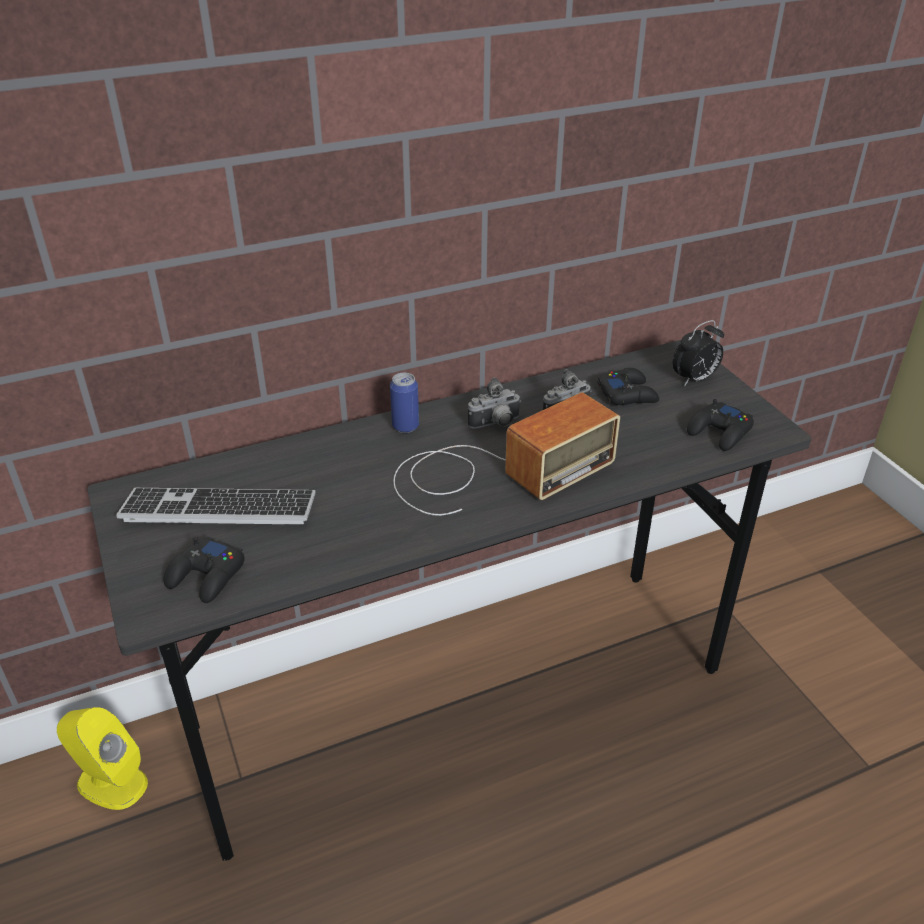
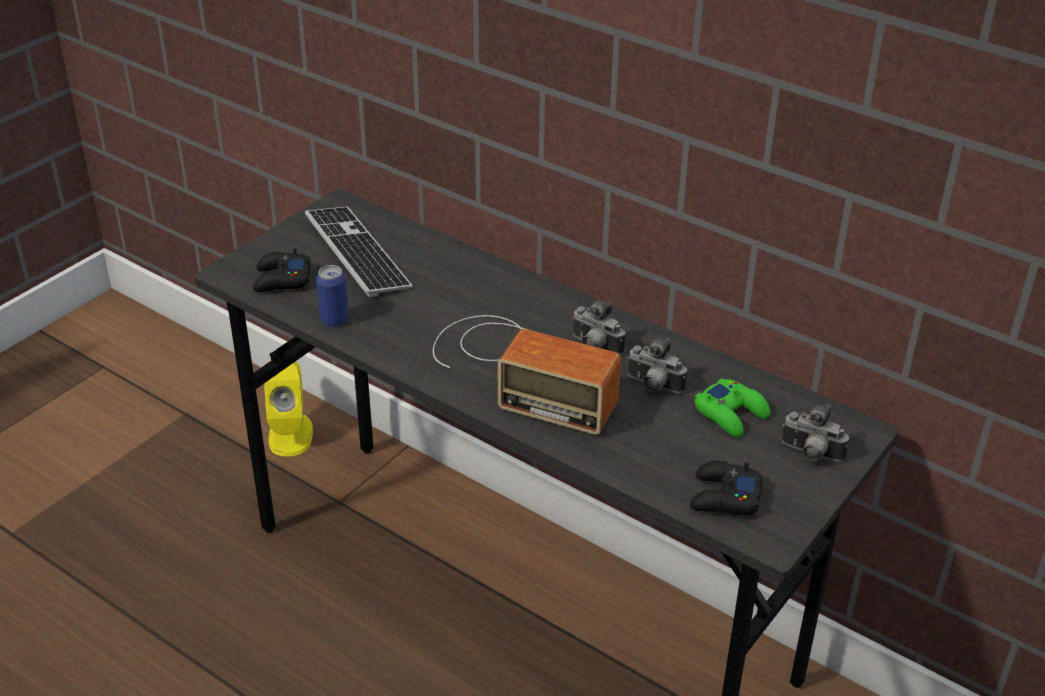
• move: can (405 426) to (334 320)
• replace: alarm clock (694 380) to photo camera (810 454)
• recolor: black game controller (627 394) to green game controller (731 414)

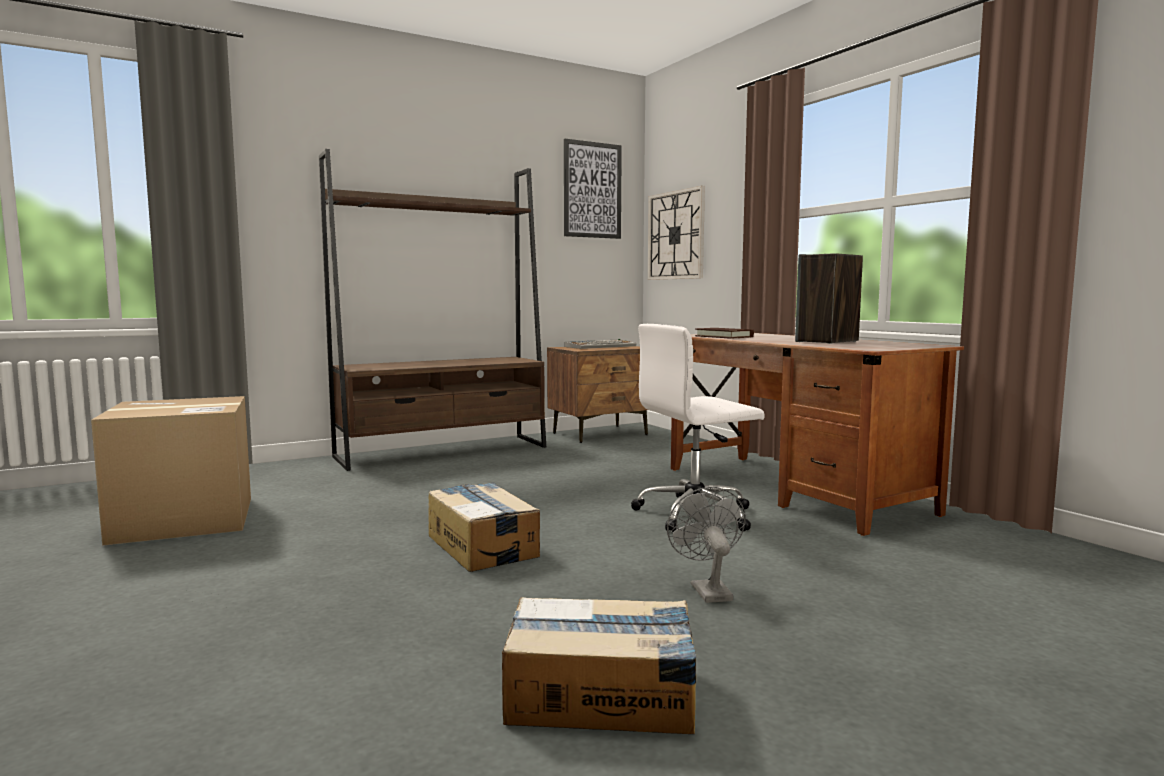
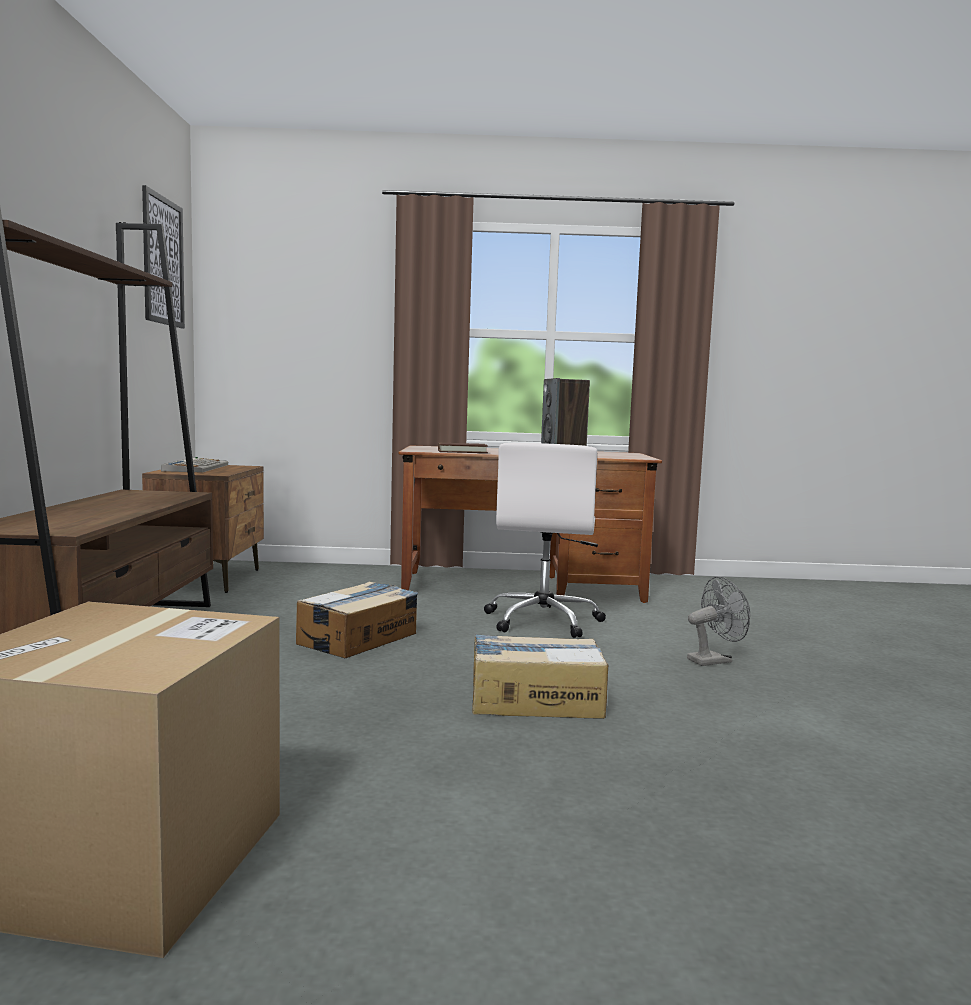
• delete: wall clock (676 235)
• move: cardboard box (602 695) to (359 638)
• rotate: grey fan (707 589) = (714 660) 135 degrees clockwise

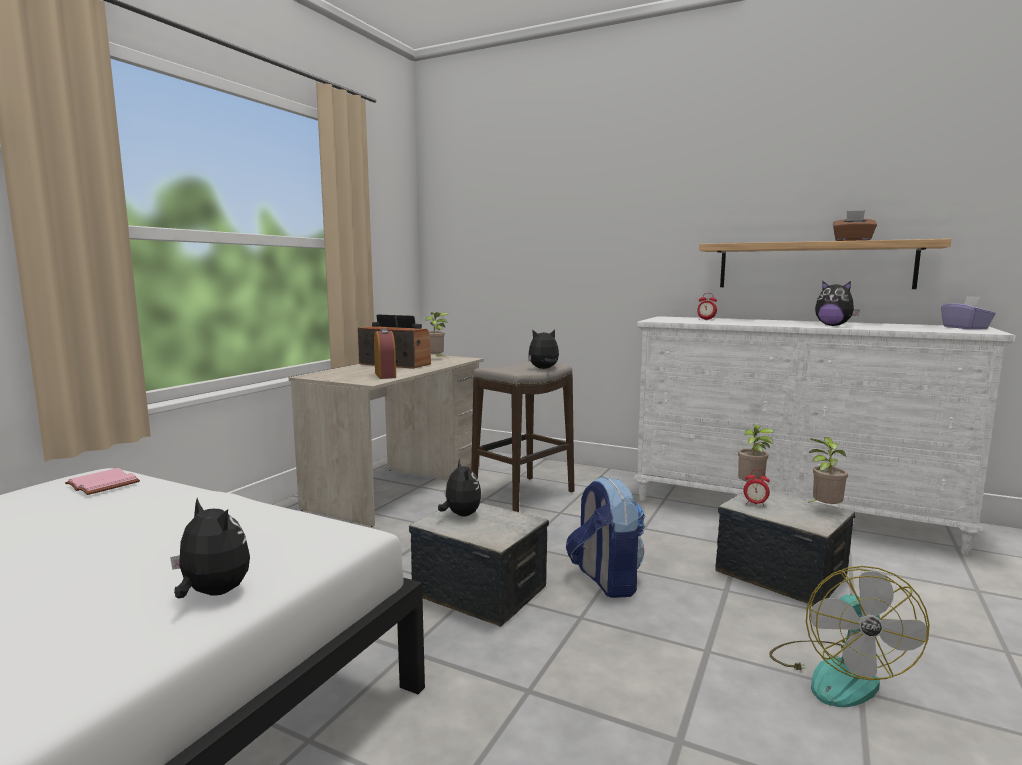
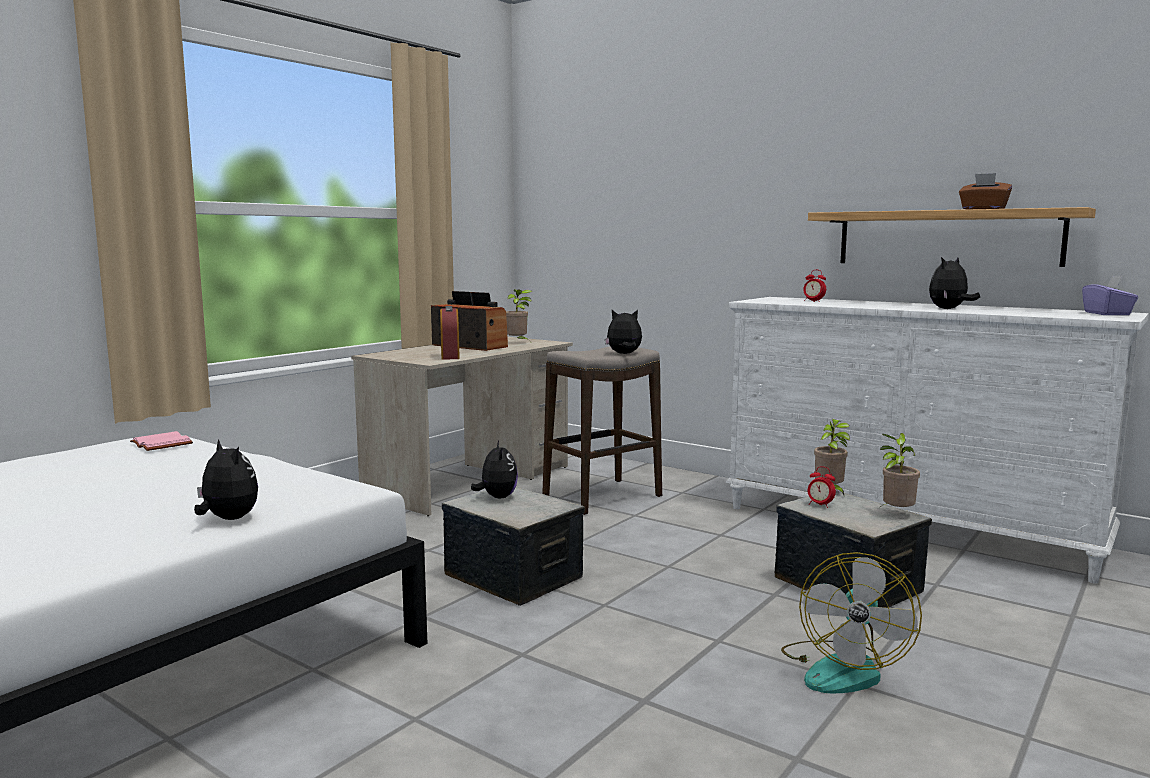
• delete: backpack (605 580)
• rotate: plush toy (833 325) = (949 309) 90 degrees clockwise

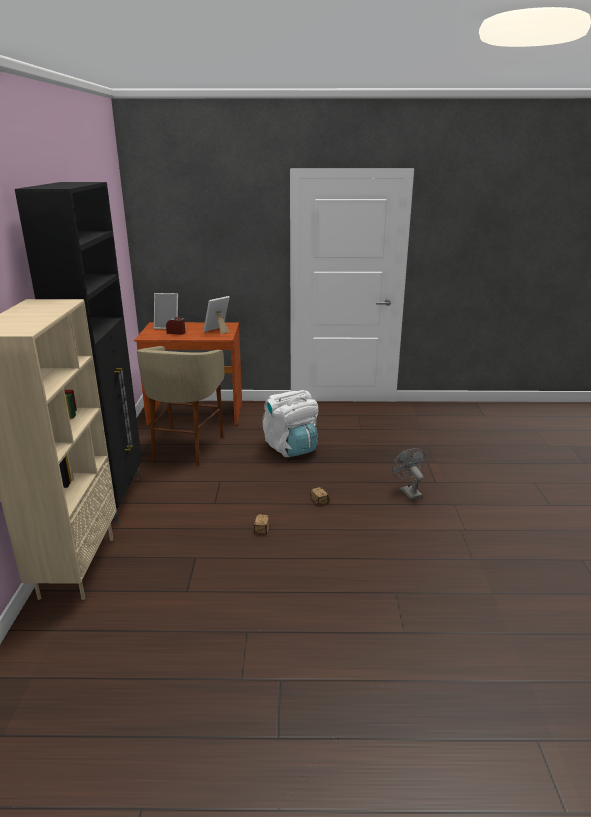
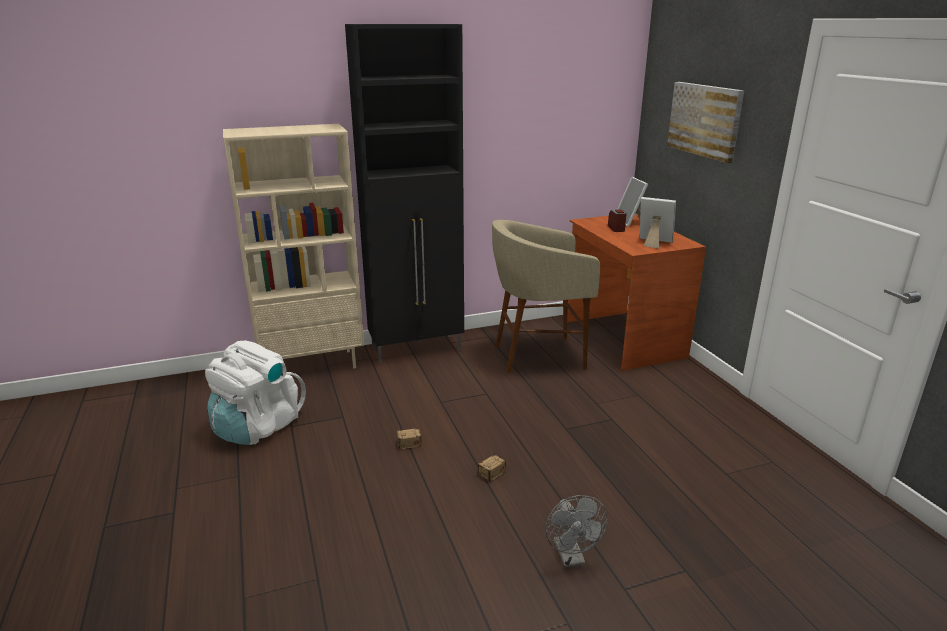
• insert: picture (705 120)
• move: white backpack (291 447) to (257 427)
• rotate: grey fan (408 491) = (571 557) 120 degrees clockwise

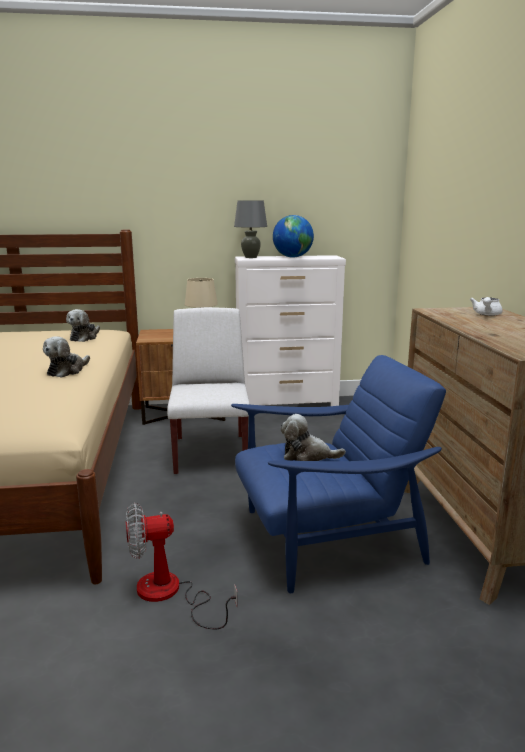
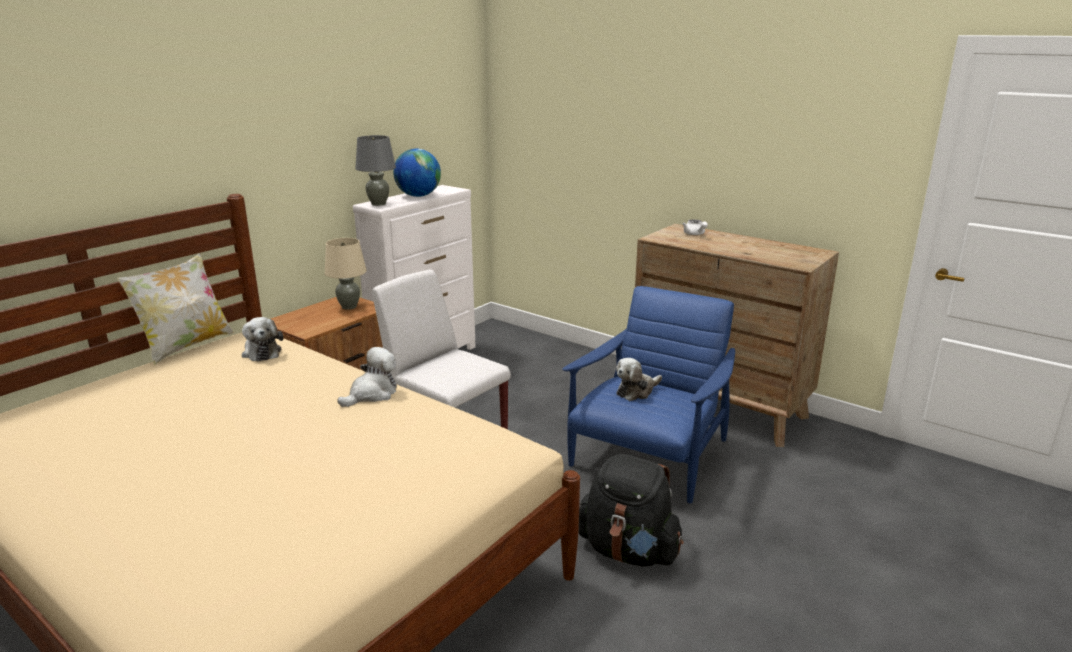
• insert: pillow (186 346)
• replace: fan (170 594) to black backpack (628 551)
• rotate: plush toy (67 371) = (372 394) 120 degrees counterclockwise

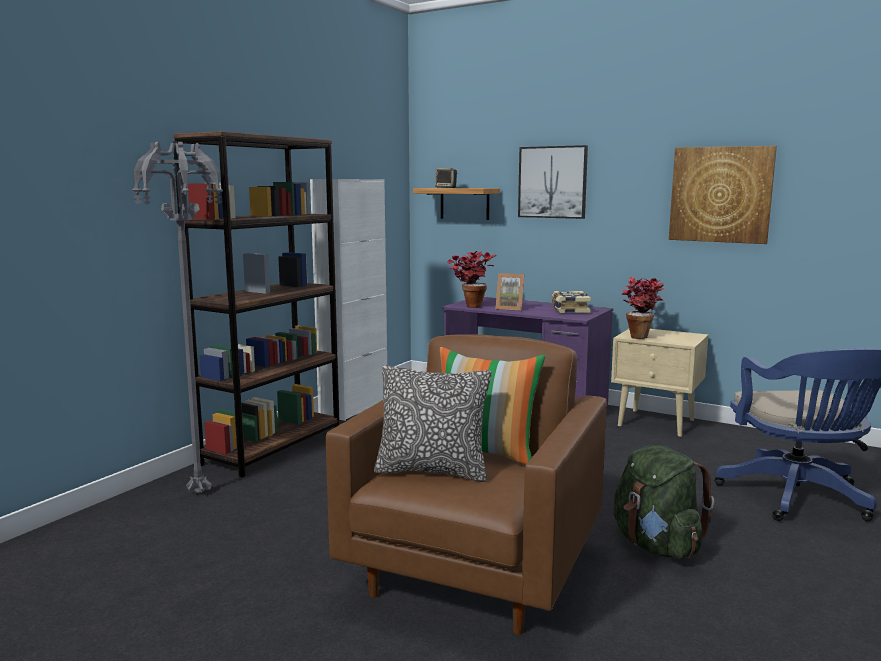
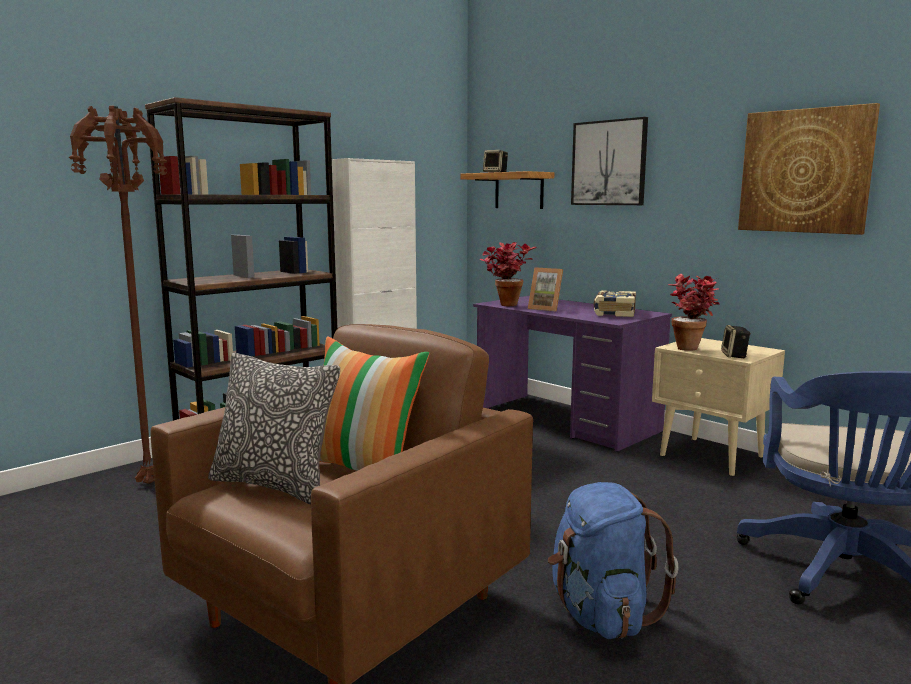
• insert: speaker (734 355)
• recolor: grey floor lamp (201 493) to brown floor lamp (151 484)
• recolor: green backpack (657 546) to blue backpack (601 615)

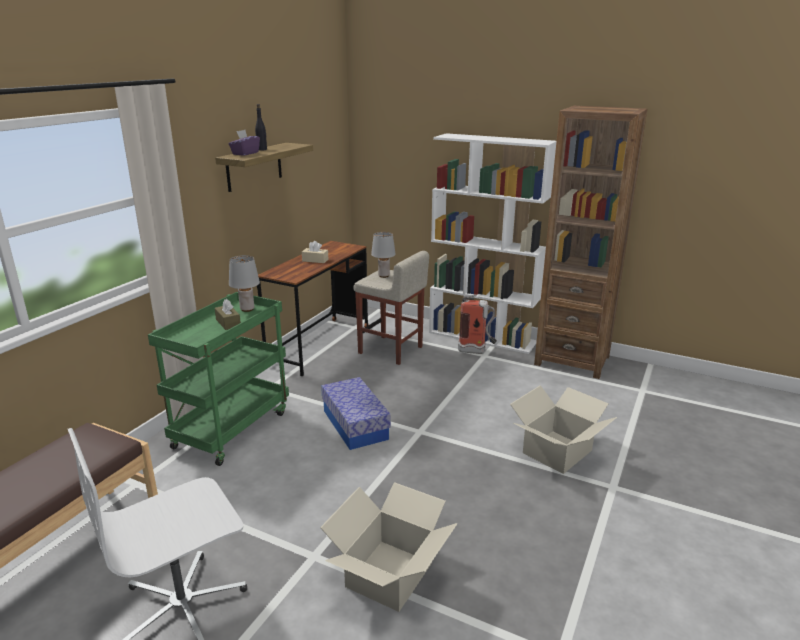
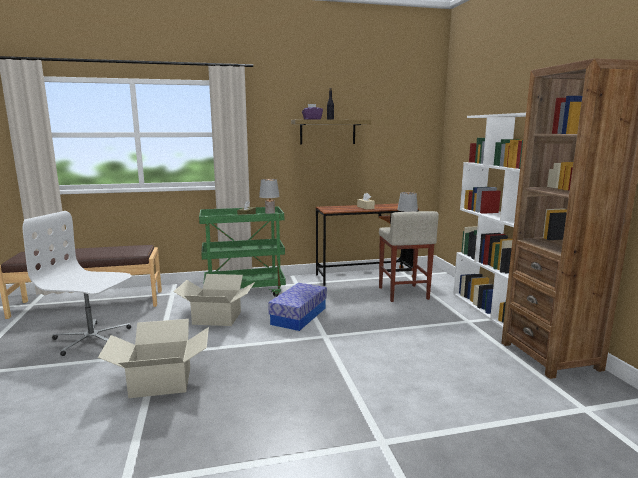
• delete: fire extinguisher (477 351)
• move: cardboard box (558 452) to (217 318)

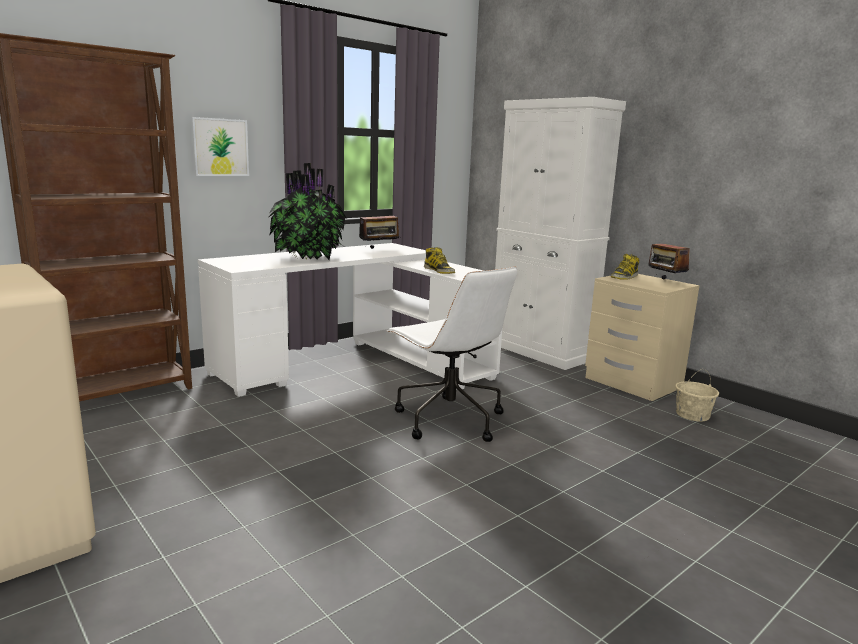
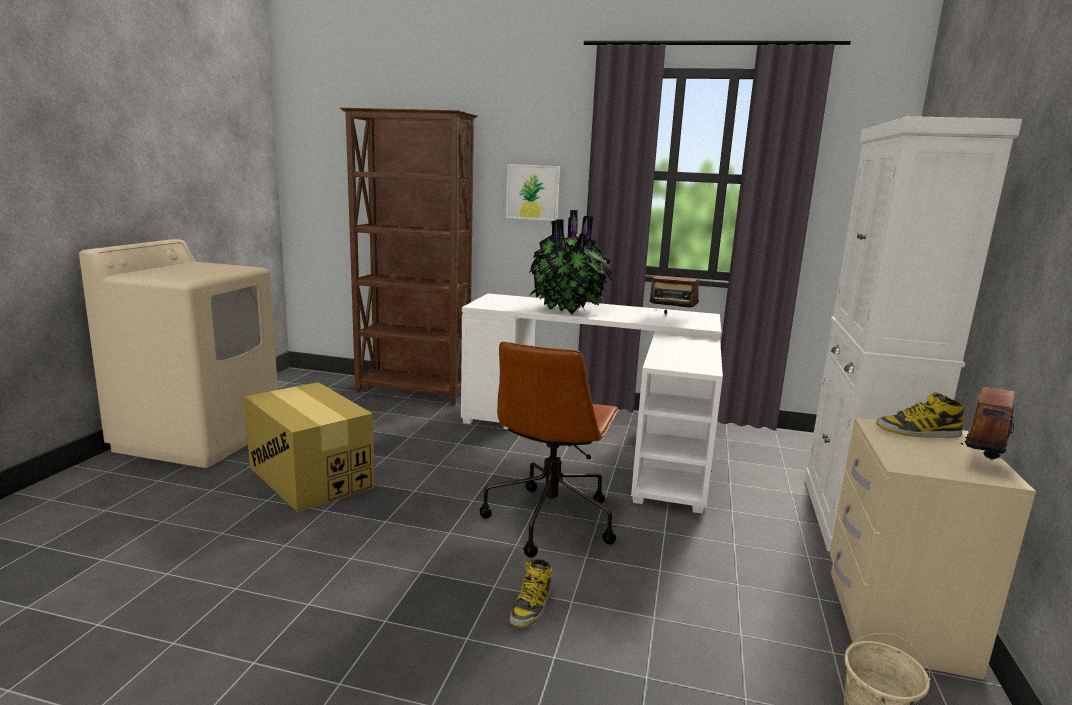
• insert: cardboard box (310 477)
• move: boot (439 271) to (531 606)
• recolor: white office chair (448 419) to brown office chair (550 519)

